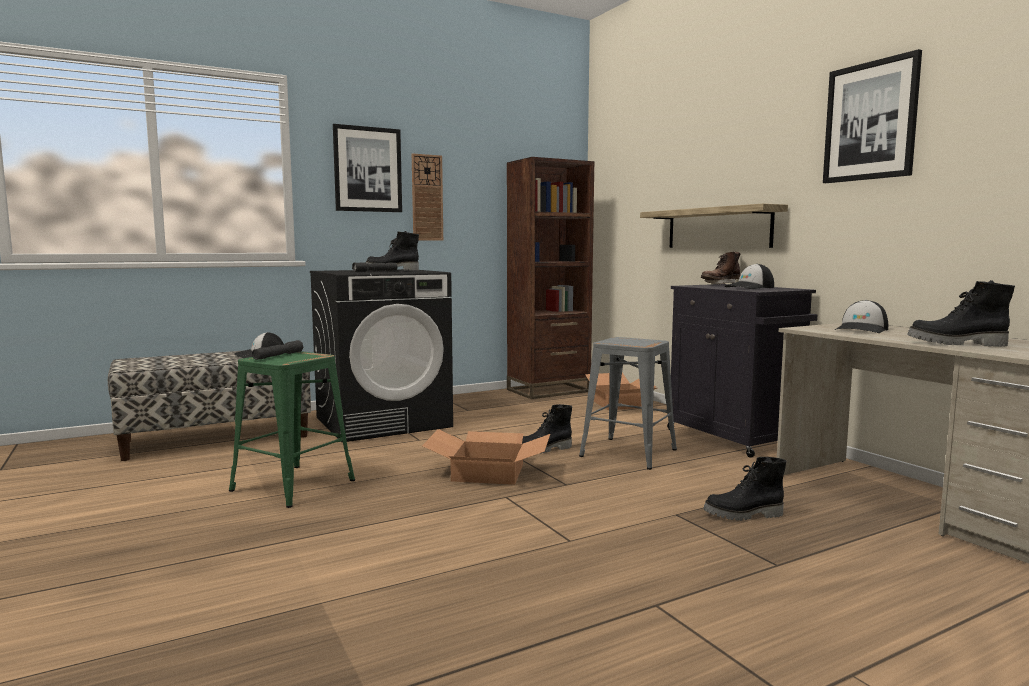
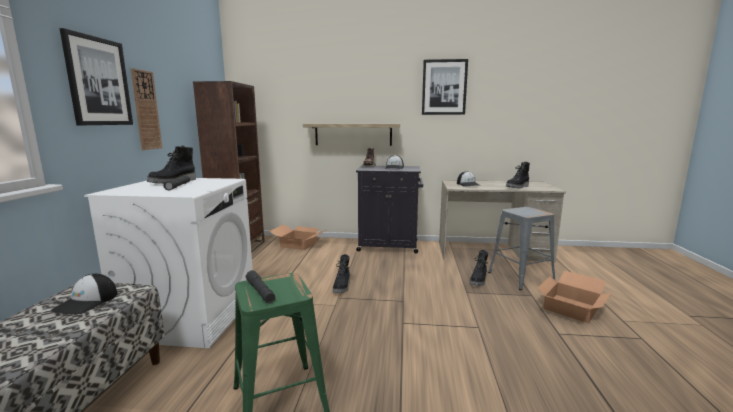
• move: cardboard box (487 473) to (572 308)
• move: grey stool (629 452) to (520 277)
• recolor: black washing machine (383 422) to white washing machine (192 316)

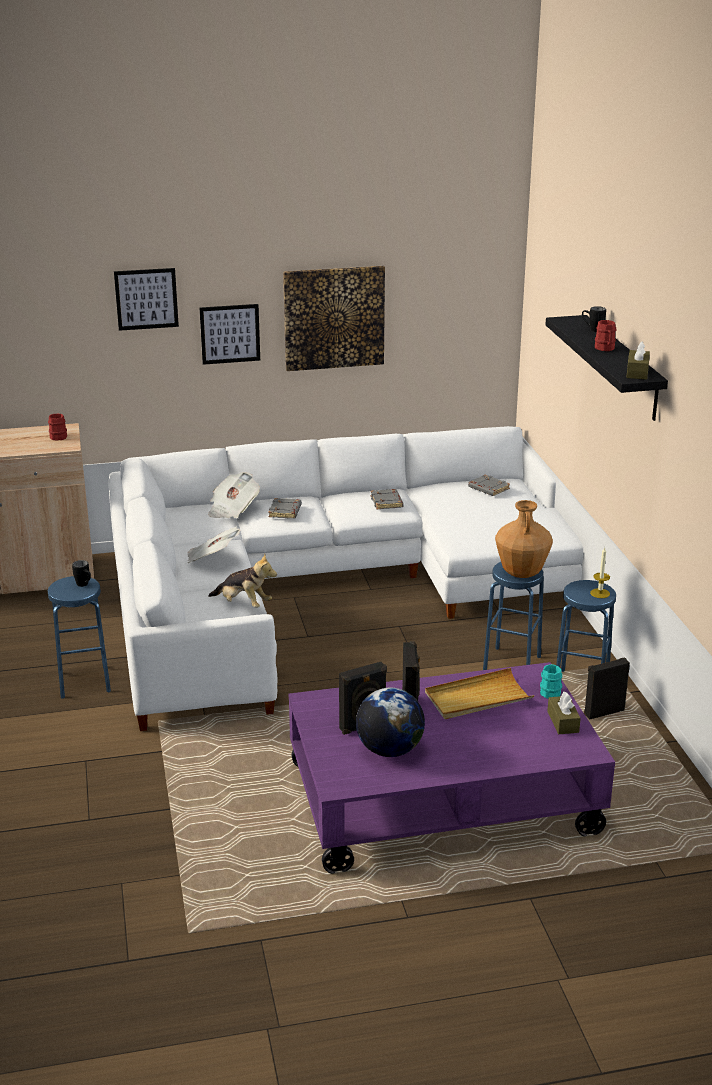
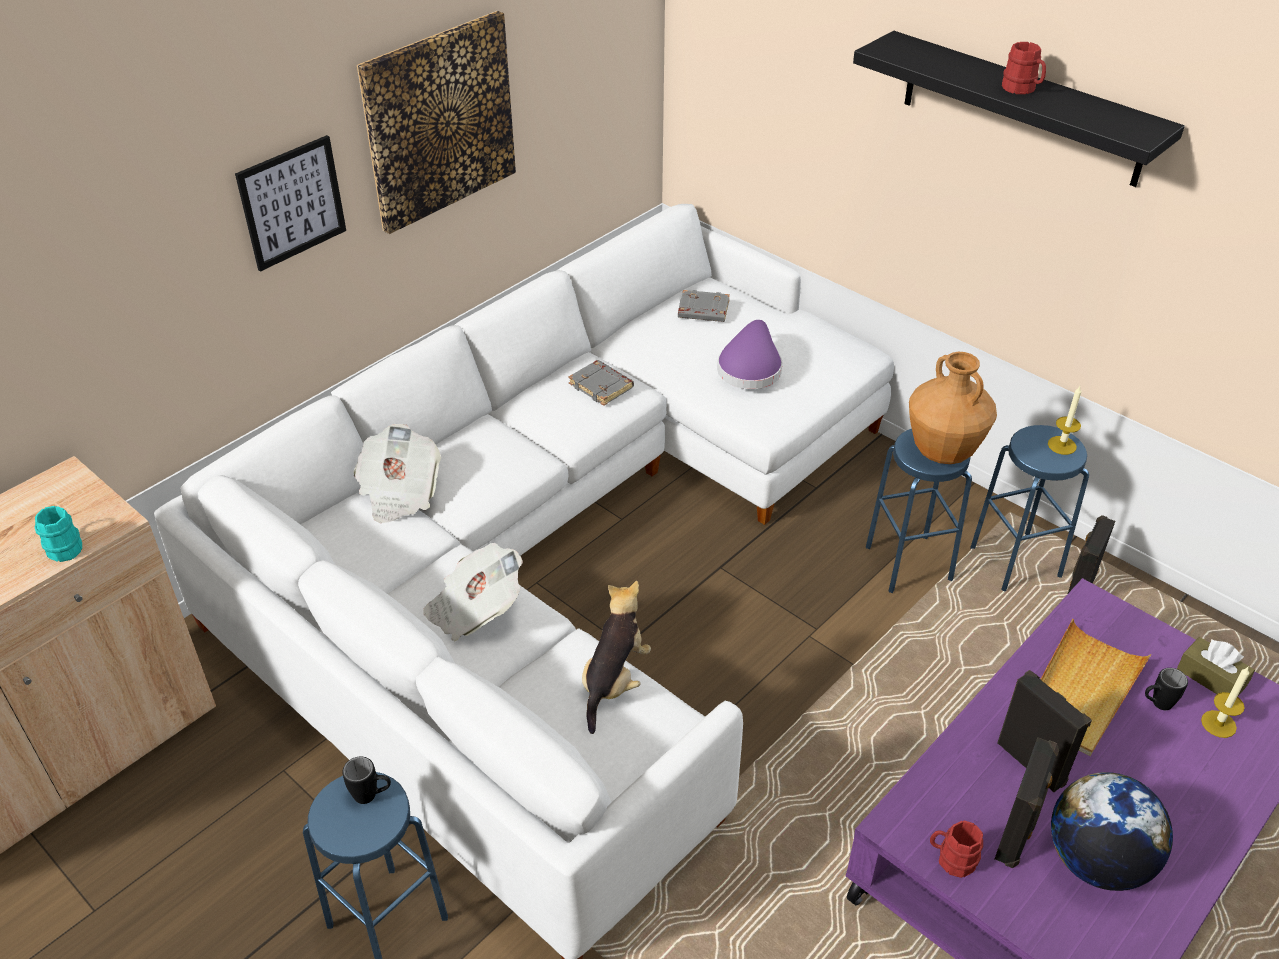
• delete: picture (146 299)
• delete: grey book (285 511)
• delete: brown tissue box (637 372)
• insert: purple hat (750 367)
• insert: candle (1218 724)
• move: red mug (57 436) to (951 859)
• move: turquoise mug (551 691) to (65 546)
• move: black mug (592 330) to (1156 704)
• rotate: plush toy (243 604) = (614 680) 60 degrees counterclockwise

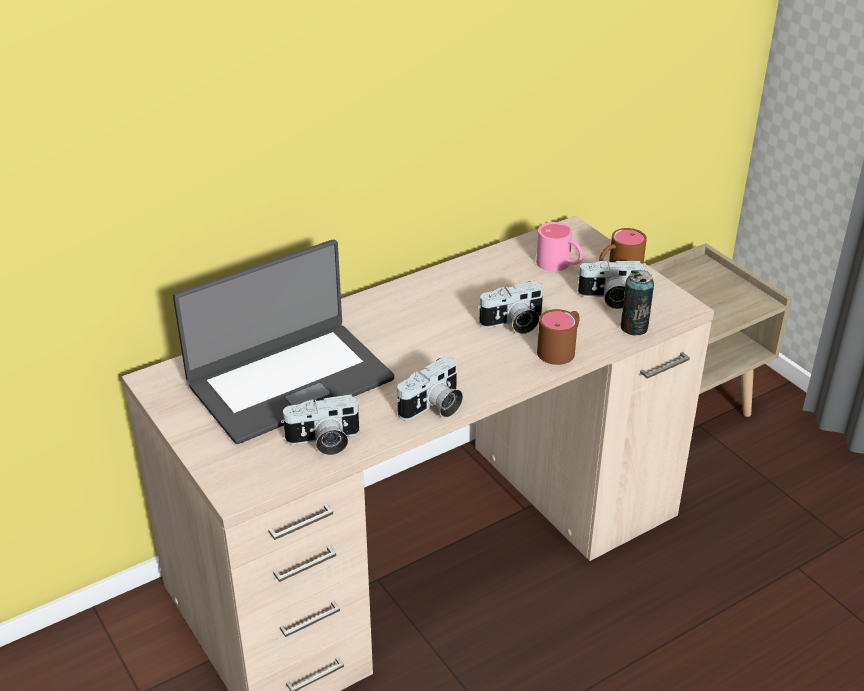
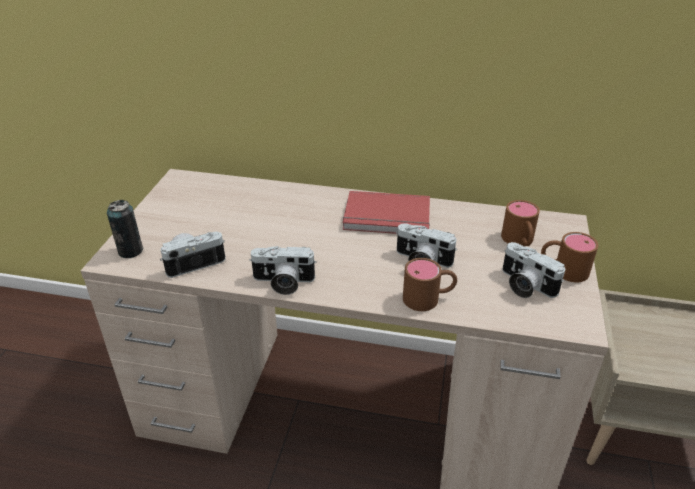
• delete: laptop (289 381)
• insert: red book (387 218)
• move: can (634 327) to (130 251)
• recolor: pink mug (560 265) to brown mug (519 241)
• rotate: photo camera (324 441) = (193 262) 120 degrees clockwise

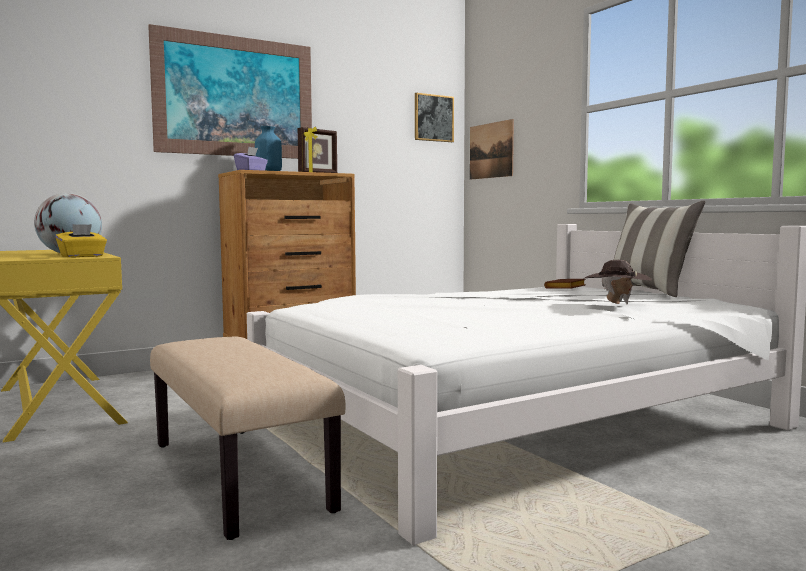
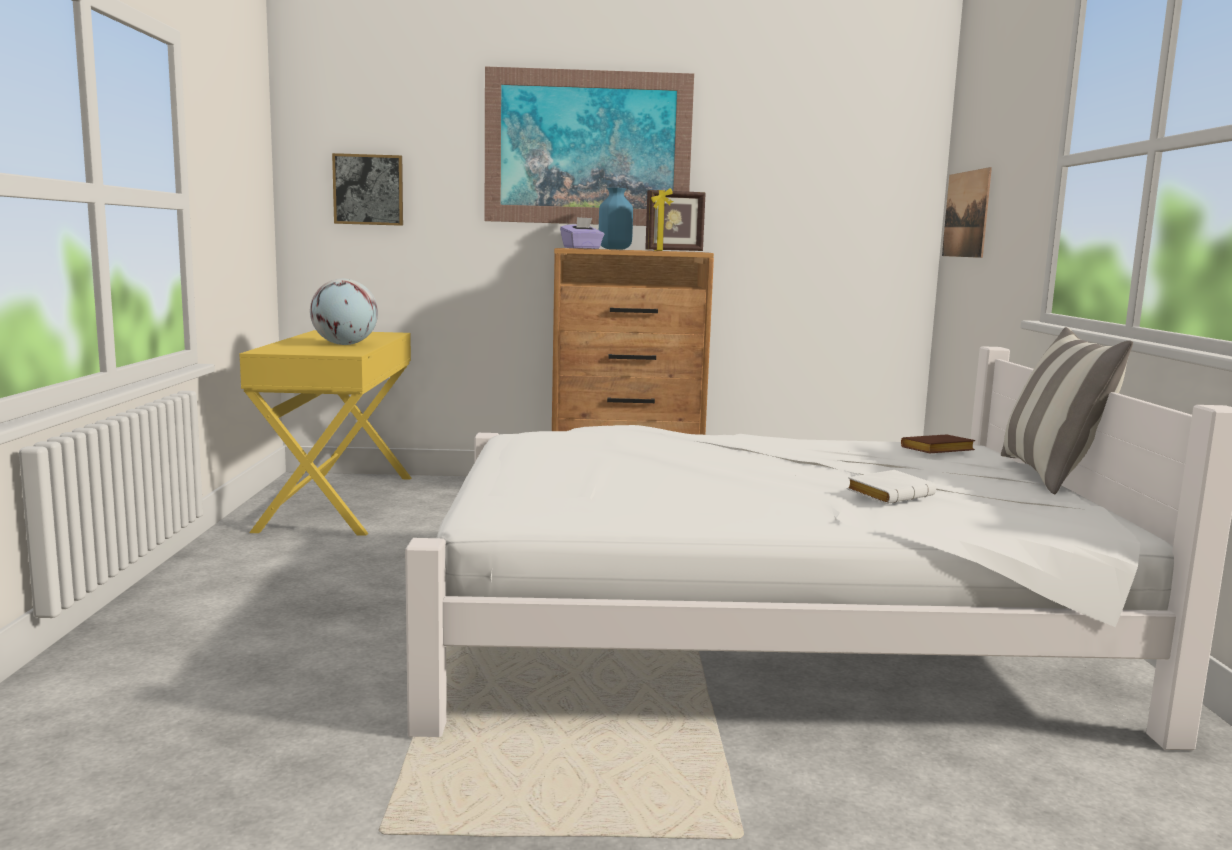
• delete: yellow tissue box (82 256)
• delete: beige bench (239 475)
• move: picture (433 118) to (368 189)
• replace: brown hat (615 304) to white book (890 494)

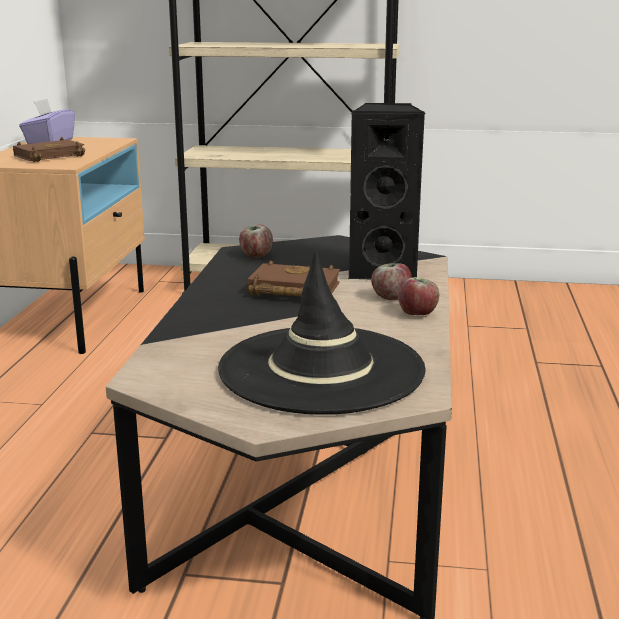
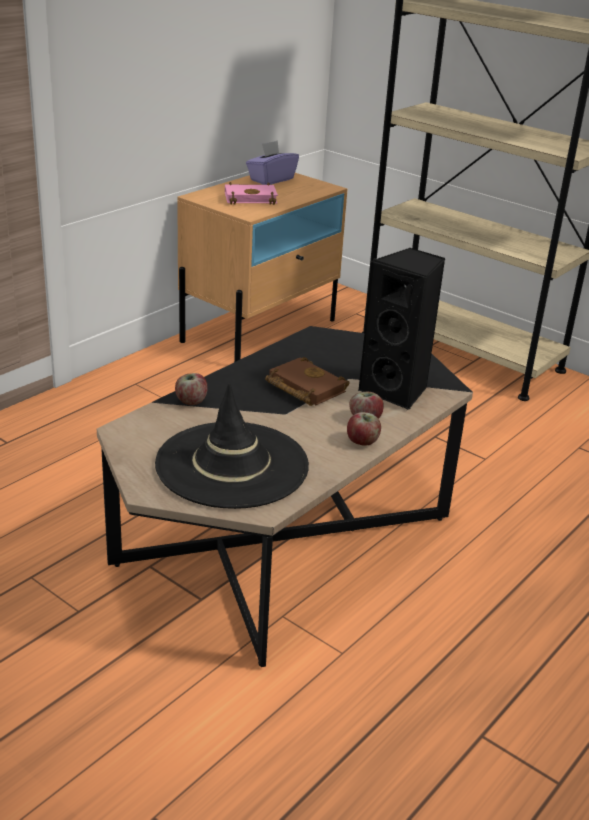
• move: apple (256 255) to (191 401)
• recolor: brown book (50 156) to pink book (251 198)

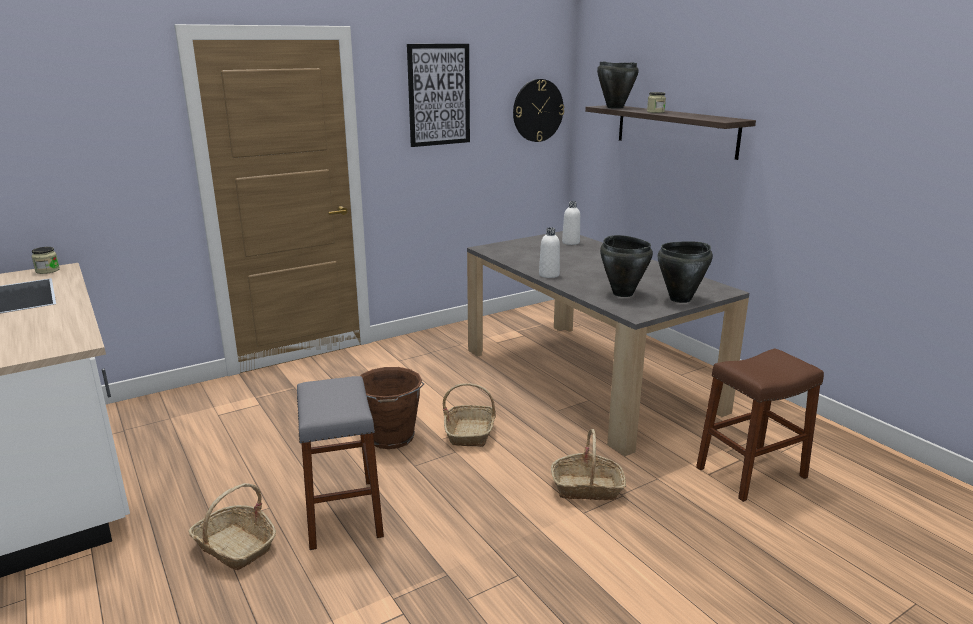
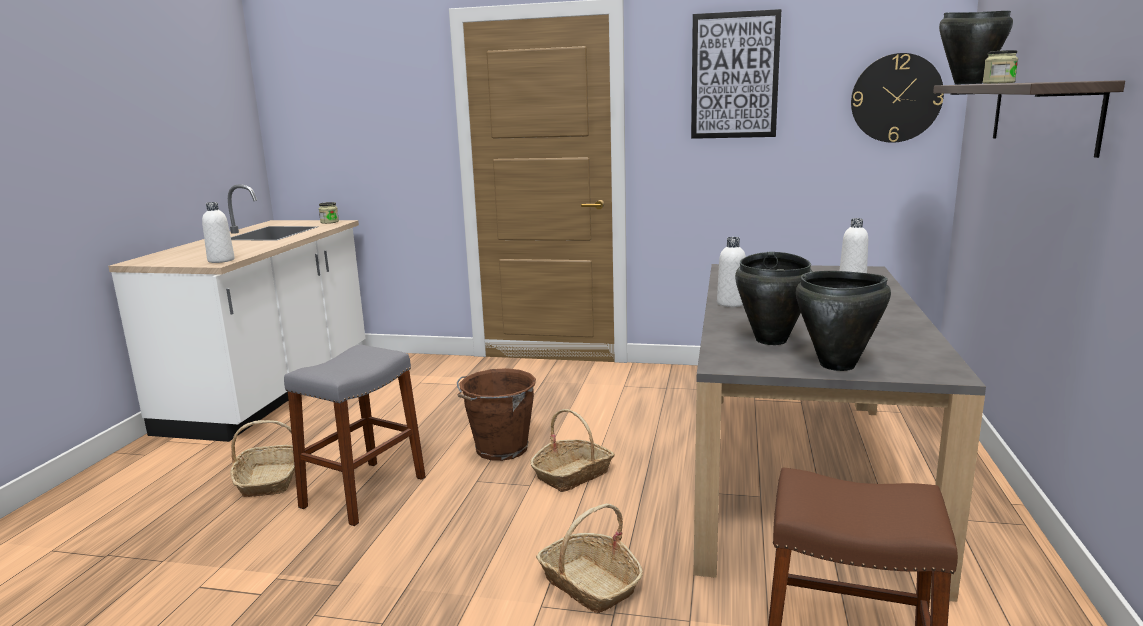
• insert: white bottle (221 260)

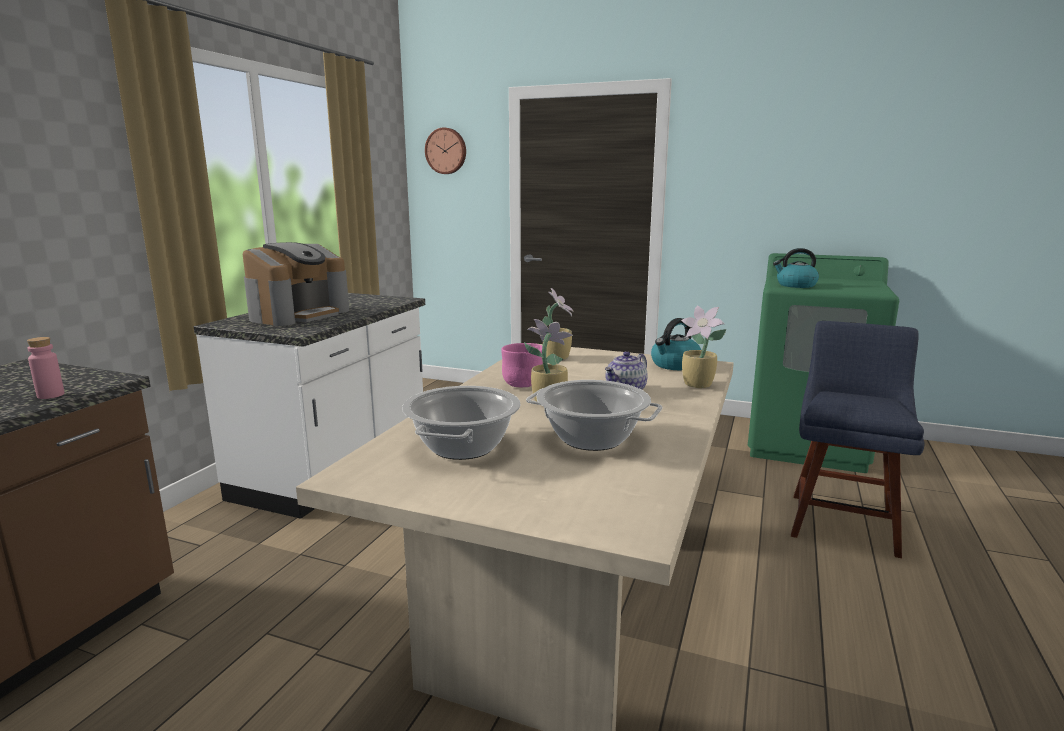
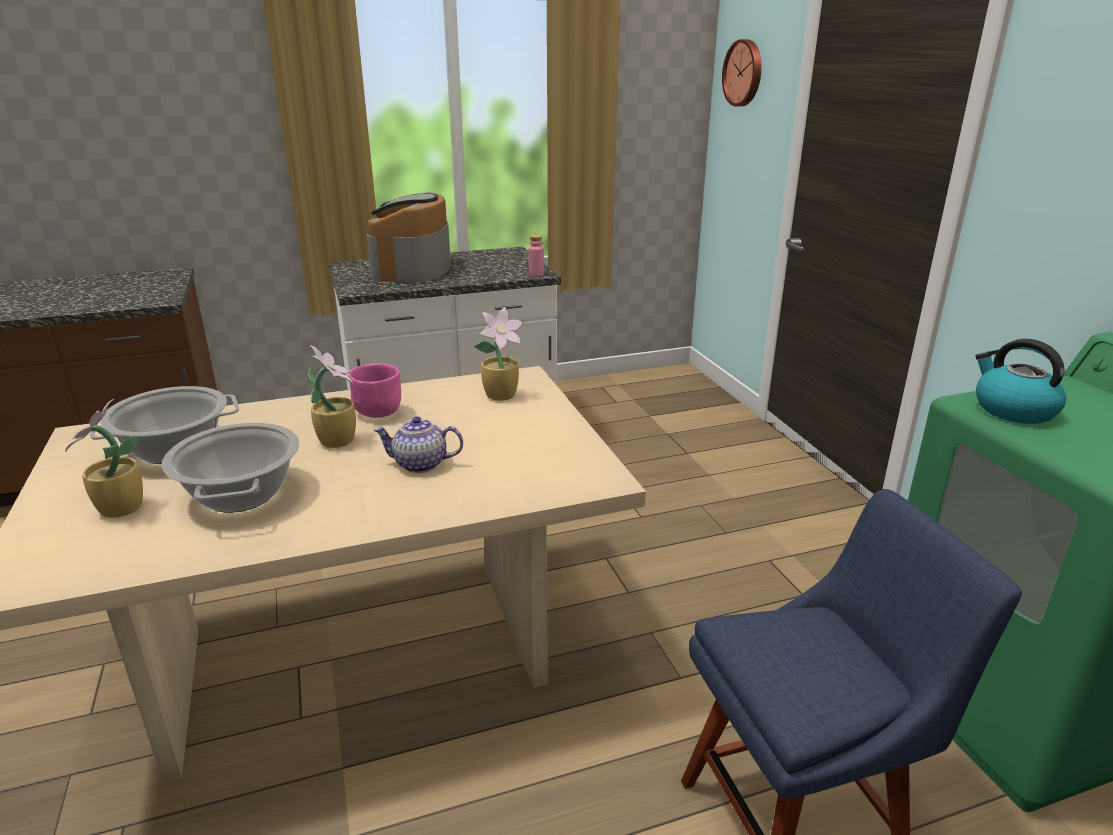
• delete: kettle (675 365)
• move: pink bottle (50 395) to (536 274)
• move: potted plant (698 385) to (119 509)
• rotate: coffee machine (299 314) = (412 269) 105 degrees clockwise

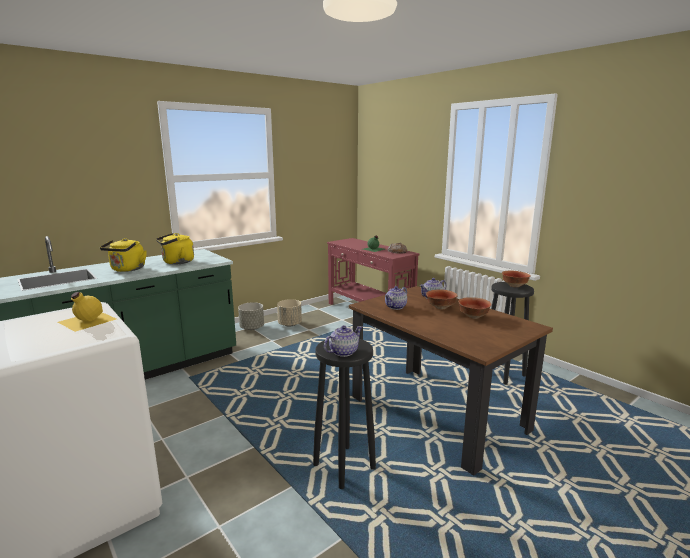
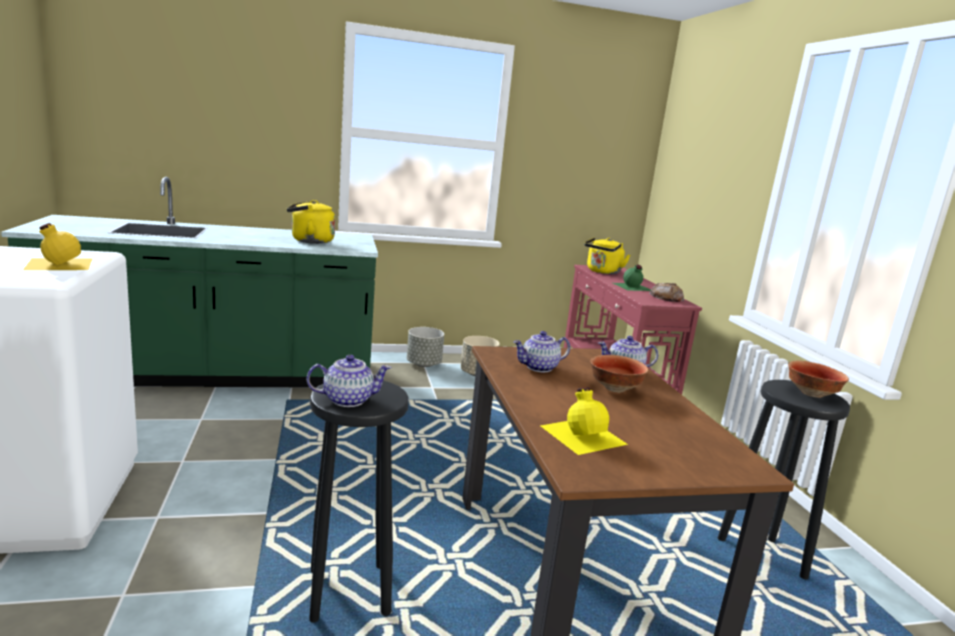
• delete: bowl (474 317)
• insert: yellow bottle (583 434)
• move: yellow kettle (127 269) to (602 272)

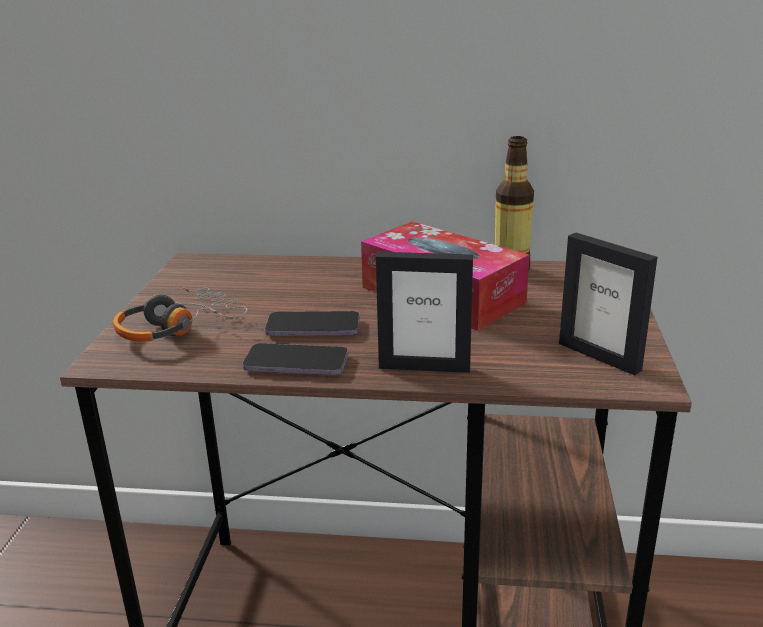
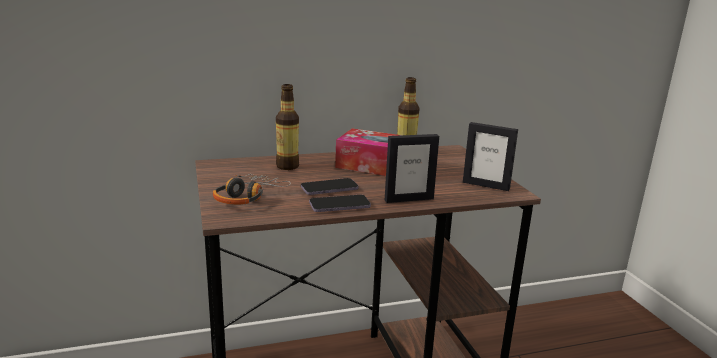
• insert: bottle (287 166)

